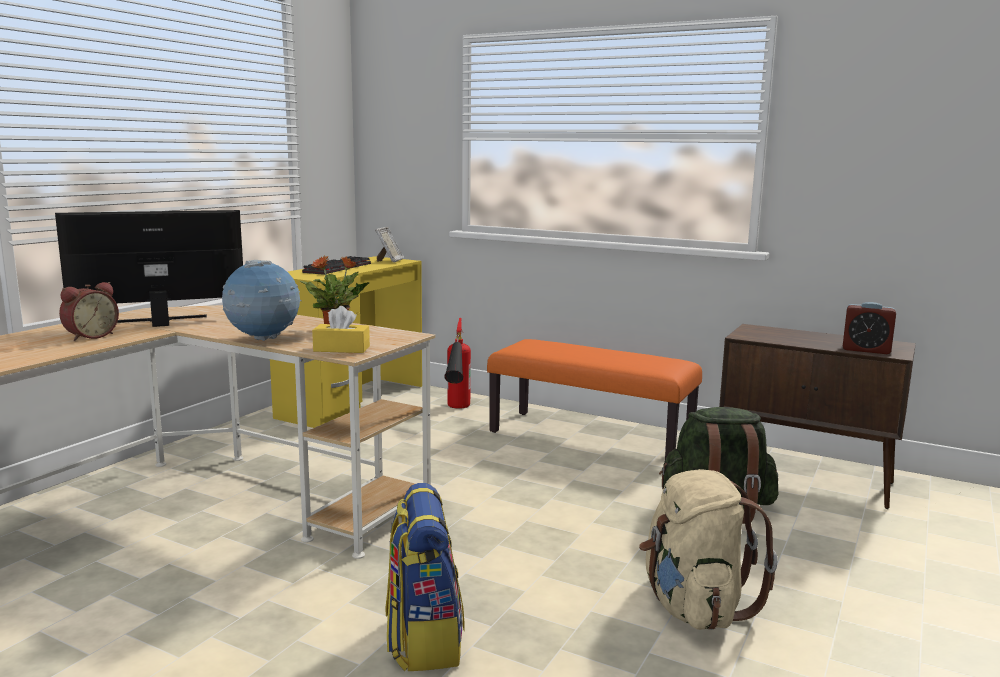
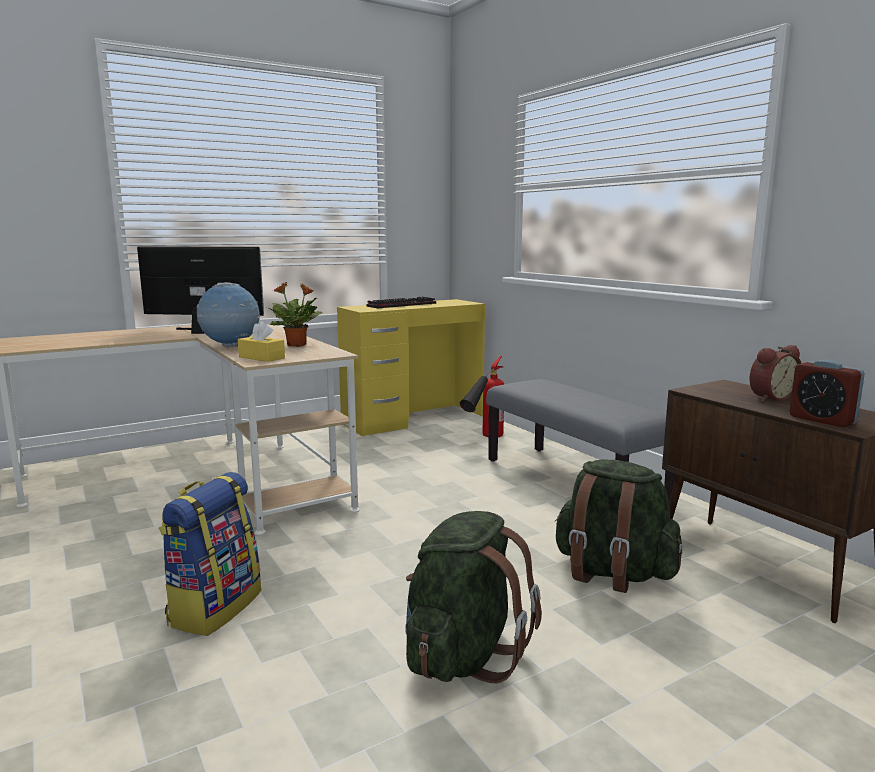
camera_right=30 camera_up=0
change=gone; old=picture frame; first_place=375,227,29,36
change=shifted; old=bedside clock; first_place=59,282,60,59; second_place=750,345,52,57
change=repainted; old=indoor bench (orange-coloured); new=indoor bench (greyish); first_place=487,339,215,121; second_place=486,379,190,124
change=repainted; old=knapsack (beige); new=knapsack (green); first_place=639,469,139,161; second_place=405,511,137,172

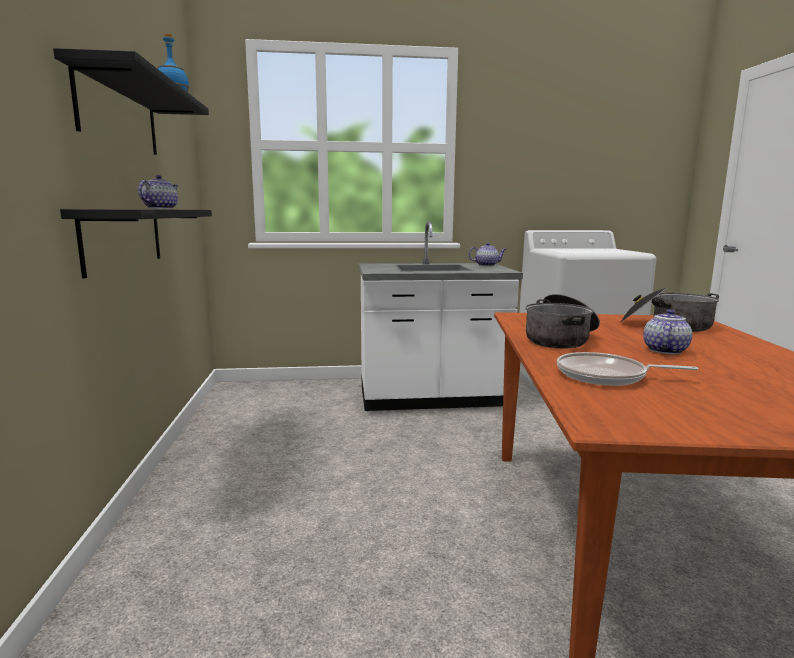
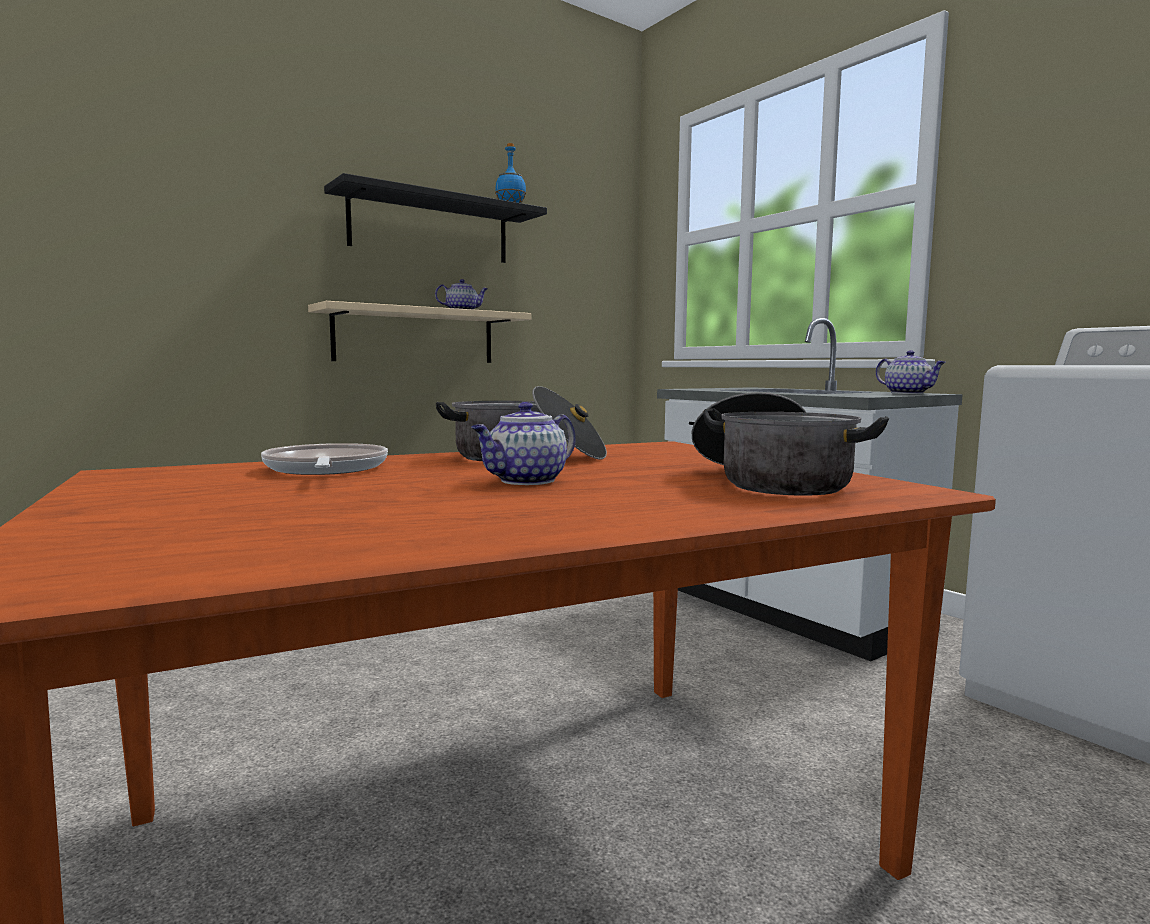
camera_right=60 camera_up=-5
change=repainted; old=shelf (black-coloured); new=shelf (beige); first_place=60,209,152,70; second_place=308,301,224,62
change=rotated; old=teapot; first_place=643,309,49,45; second_place=471,402,105,83; degrees=135

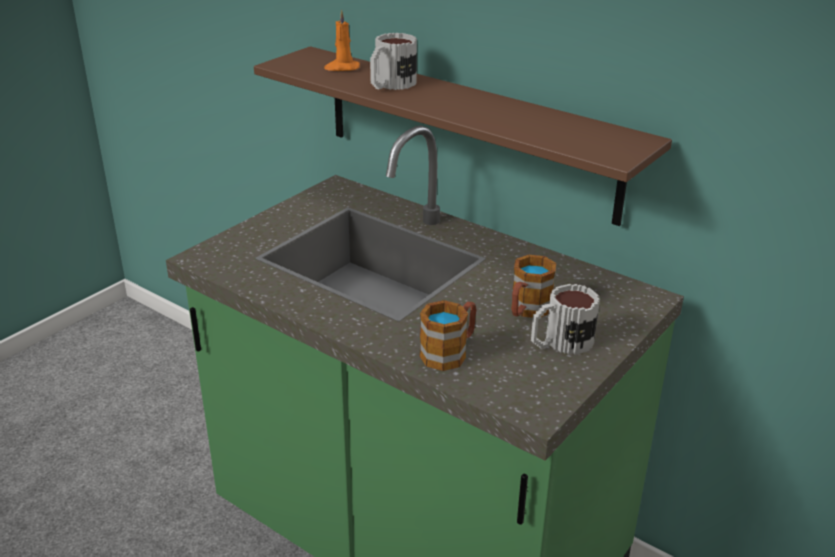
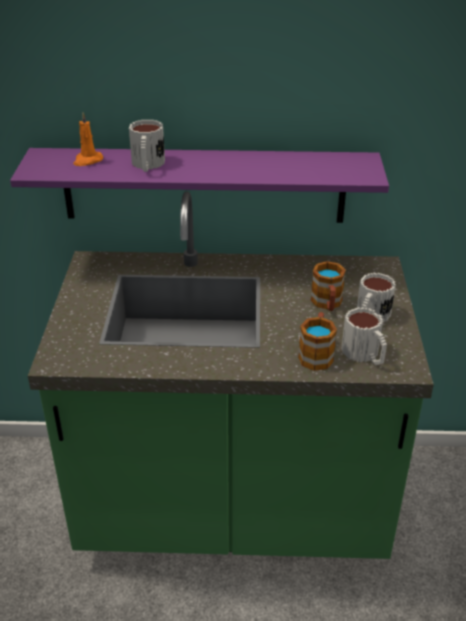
camera_right=-35 camera_up=5
change=new; new=mug; second_place=341,307,46,58
change=repainted; old=shelf (brown-coloured); new=shelf (purple); first_place=254,46,418,180; second_place=10,148,379,75

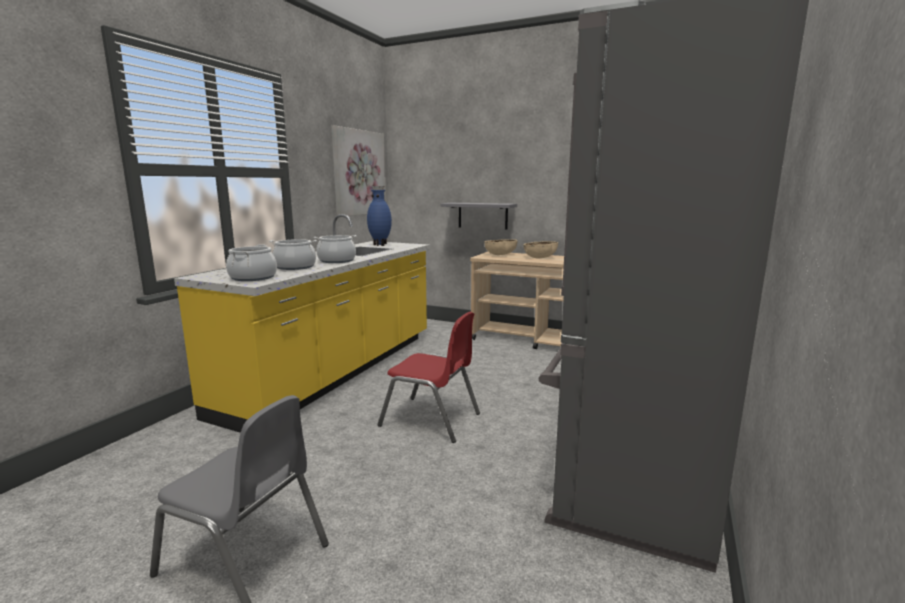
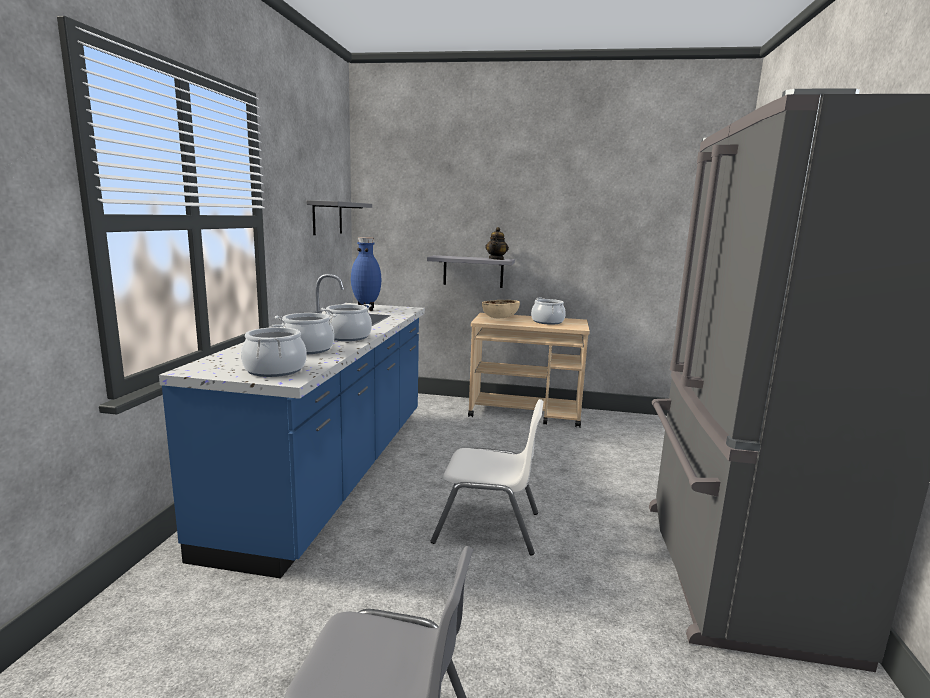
camera_right=-15 camera_up=0
change=new; new=teapot; second_place=485,227,24,33
change=swapped; old=wall art; new=shelf (greyish); first_place=332,125,54,91; second_place=307,200,65,35
change=swapped; old=bowl (beige); new=cooking pot; first_place=523,241,35,18; second_place=531,298,35,27
change=repainted; old=kitchen counter (yellow-coloured); new=kitchen counter (blue); first_place=174,214,256,219; second_place=159,274,266,305
change=repainted; old=chair (red); new=chair (white-coloured); first_place=378,312,102,131; second_place=431,399,112,156

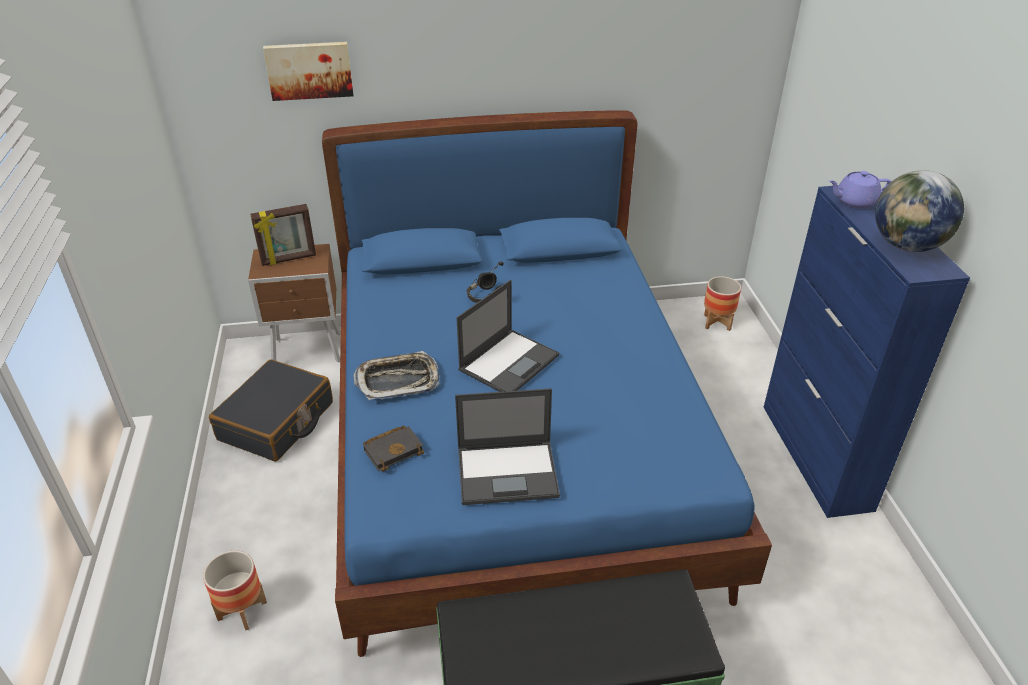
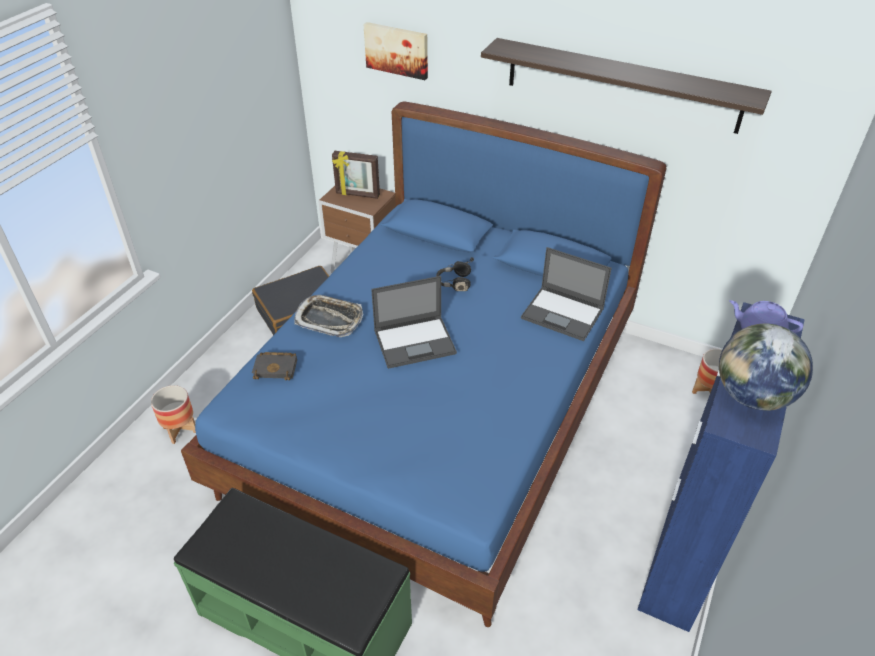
camera_right=35 camera_up=5
change=new; new=shelf; second_place=481,38,291,96
change=shifted; old=notebook computer; first_place=455,388,105,117; second_place=521,247,91,94

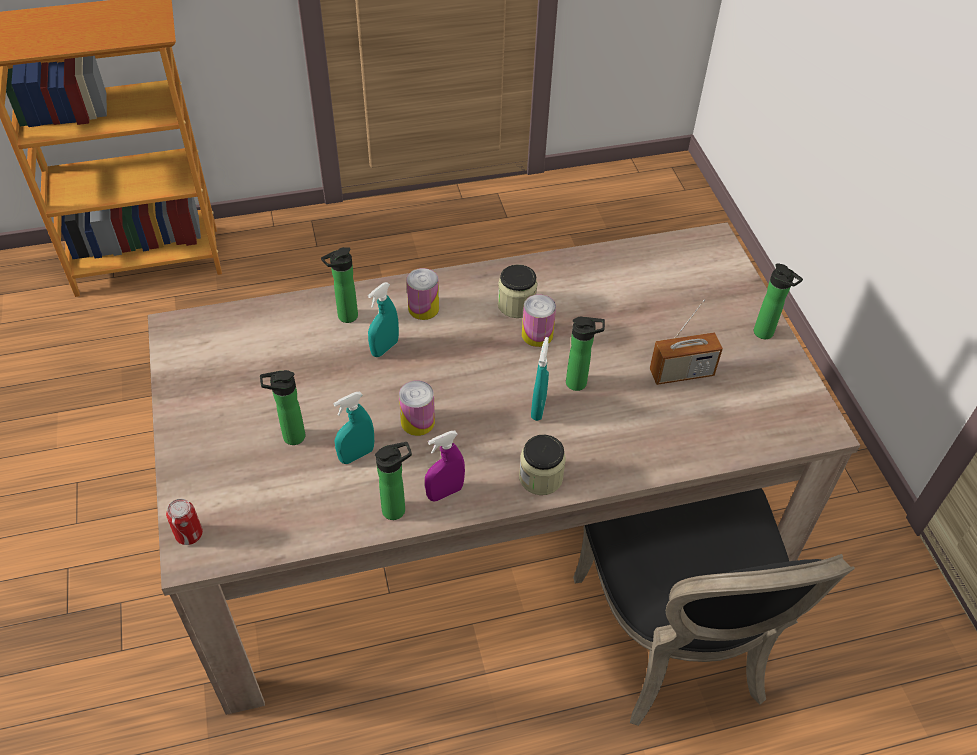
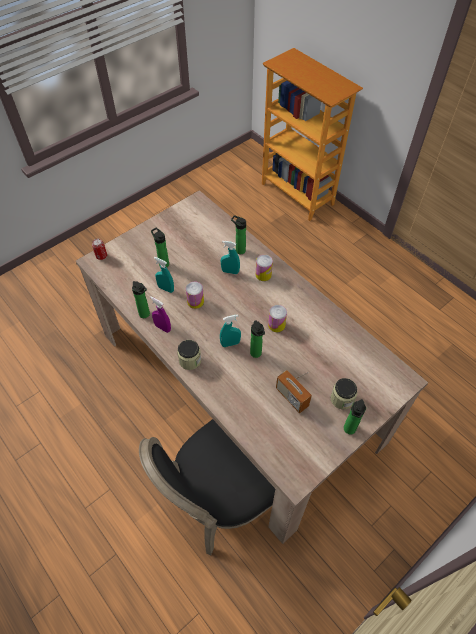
camera_right=65 camera_up=5
change=shifted; old=storage jar; first_place=498,264,40,54; second_place=331,378,26,32

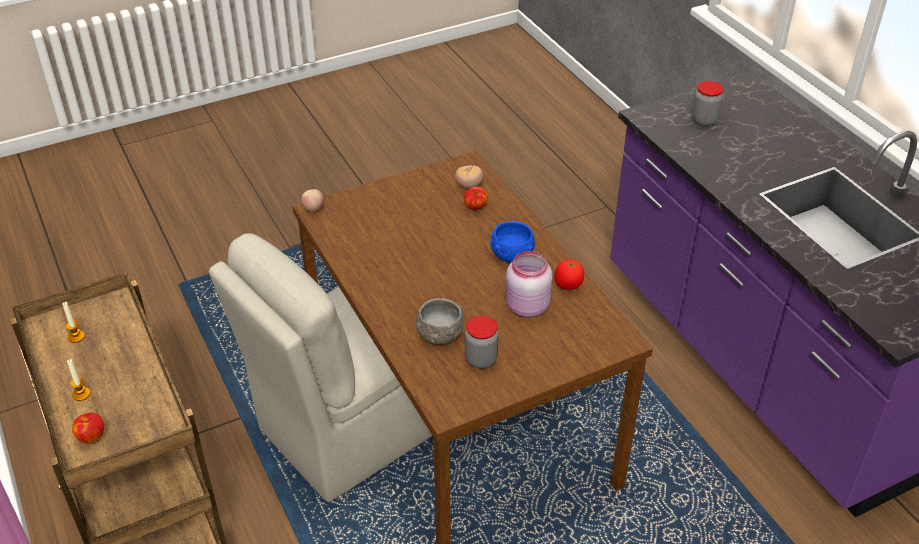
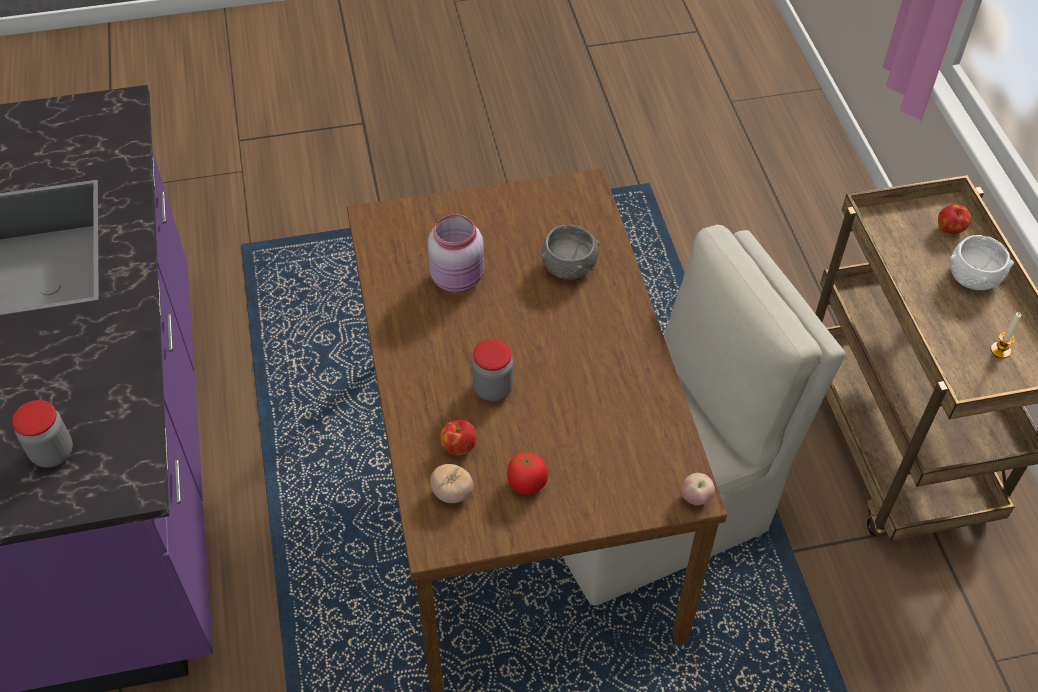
camera_right=-165 camera_up=10
change=gone; old=bowl (blue); first_place=490,221,45,42
change=shifted; old=storage jar; first_place=465,316,33,53; second_place=472,339,41,62
change=shifted; old=fresh tomato; first_place=554,259,30,31; second_place=507,451,41,44
change=swapped; old=wax candle; new=bowl (white-coloured); first_place=67,359,23,42; second_place=950,235,64,55

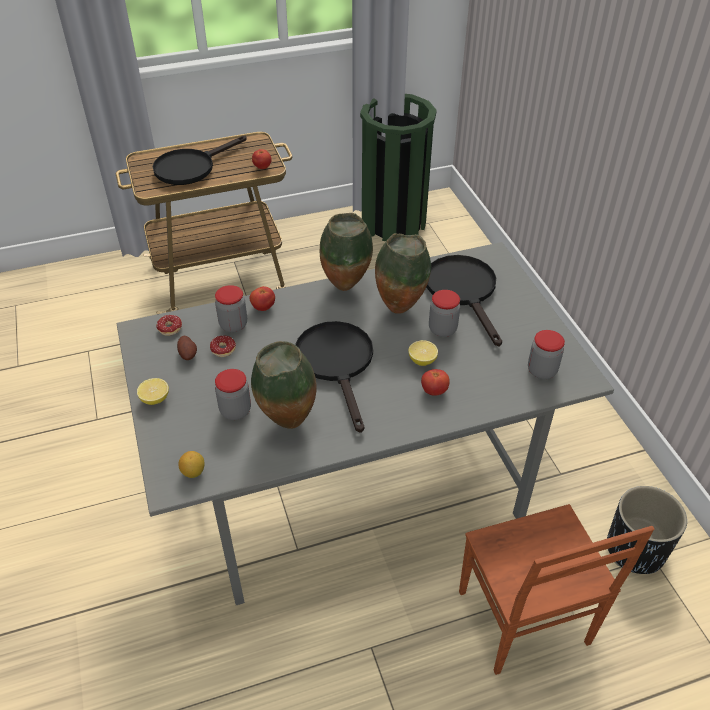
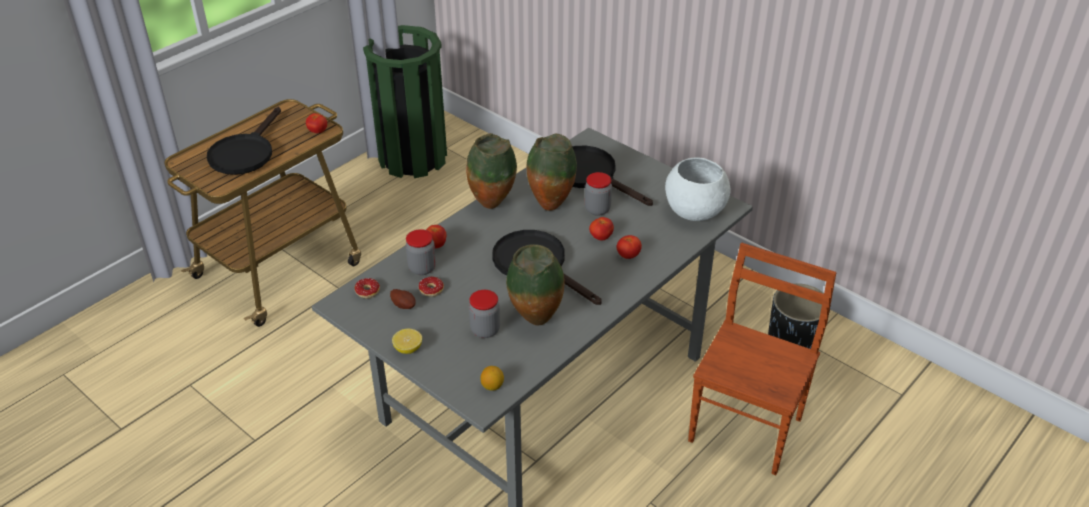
camera_right=-30 camera_up=-5
change=swapped; old=whole lemon; new=fresh tomato; first_place=408,340,30,26; second_place=589,217,25,23
change=swapped; old=storage jar; new=bowl (white-coloured); first_place=528,330,37,49; second_place=665,157,66,64
change=rotated; old=chair (brown-coloured); first_place=459,504,195,171; second_place=688,243,149,232; degrees=-105

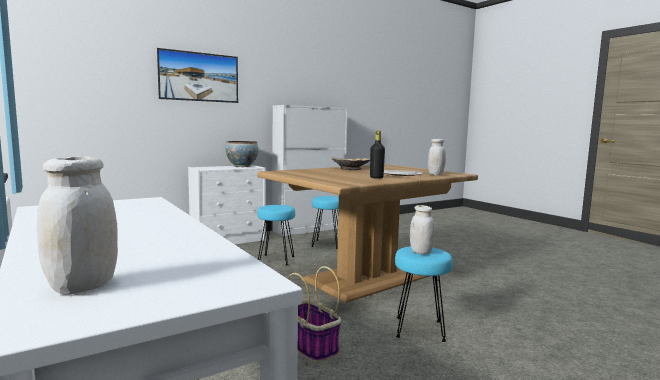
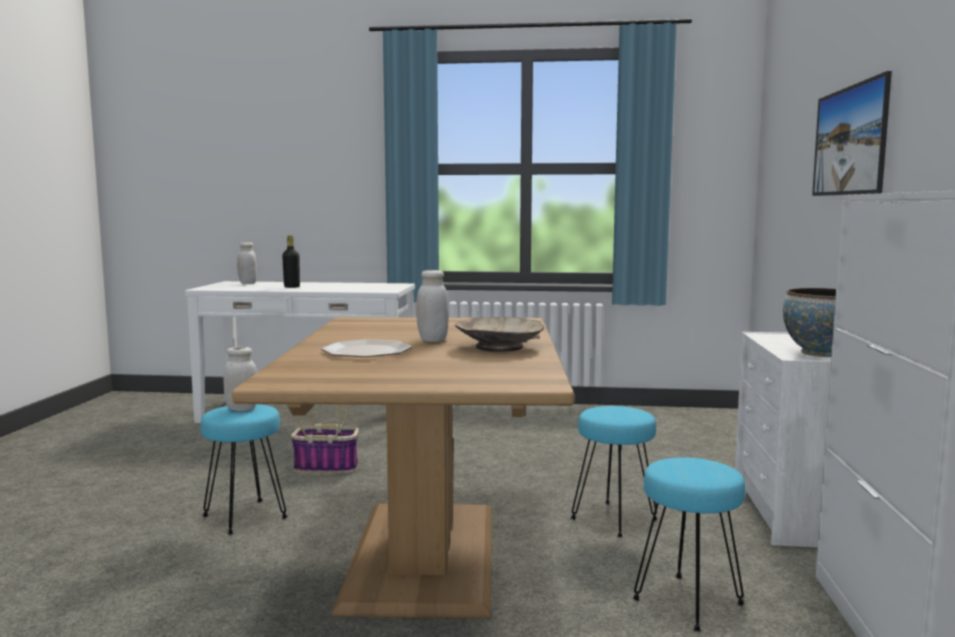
camera_right=130 camera_up=0
change=shifted; old=beverage bottle (black-coloured); first_place=370,130,15,49; second_place=282,235,18,53
change=shifted; old=storage jar (white-coloured); first_place=428,139,18,36; second_place=416,270,32,72

